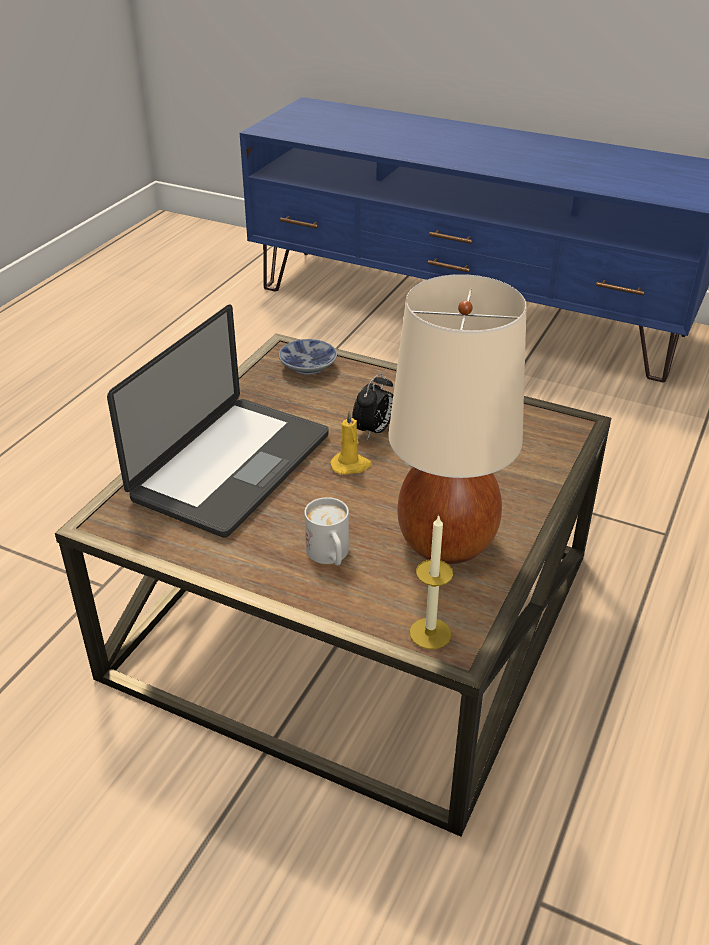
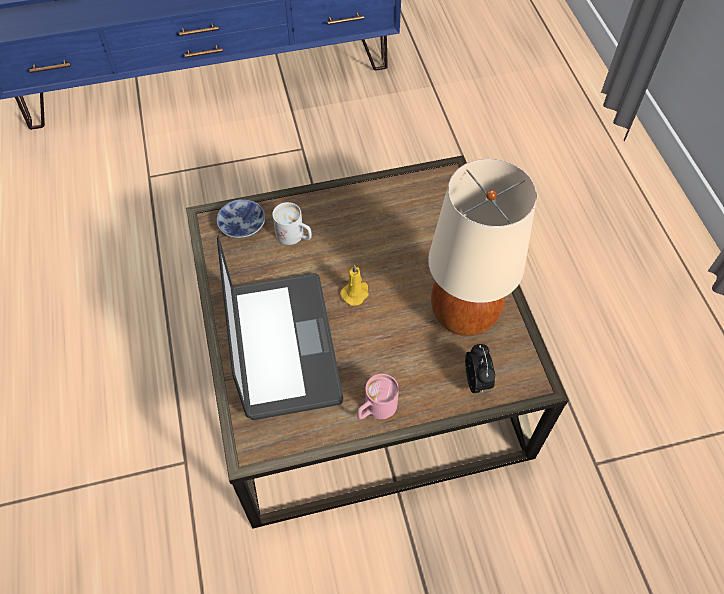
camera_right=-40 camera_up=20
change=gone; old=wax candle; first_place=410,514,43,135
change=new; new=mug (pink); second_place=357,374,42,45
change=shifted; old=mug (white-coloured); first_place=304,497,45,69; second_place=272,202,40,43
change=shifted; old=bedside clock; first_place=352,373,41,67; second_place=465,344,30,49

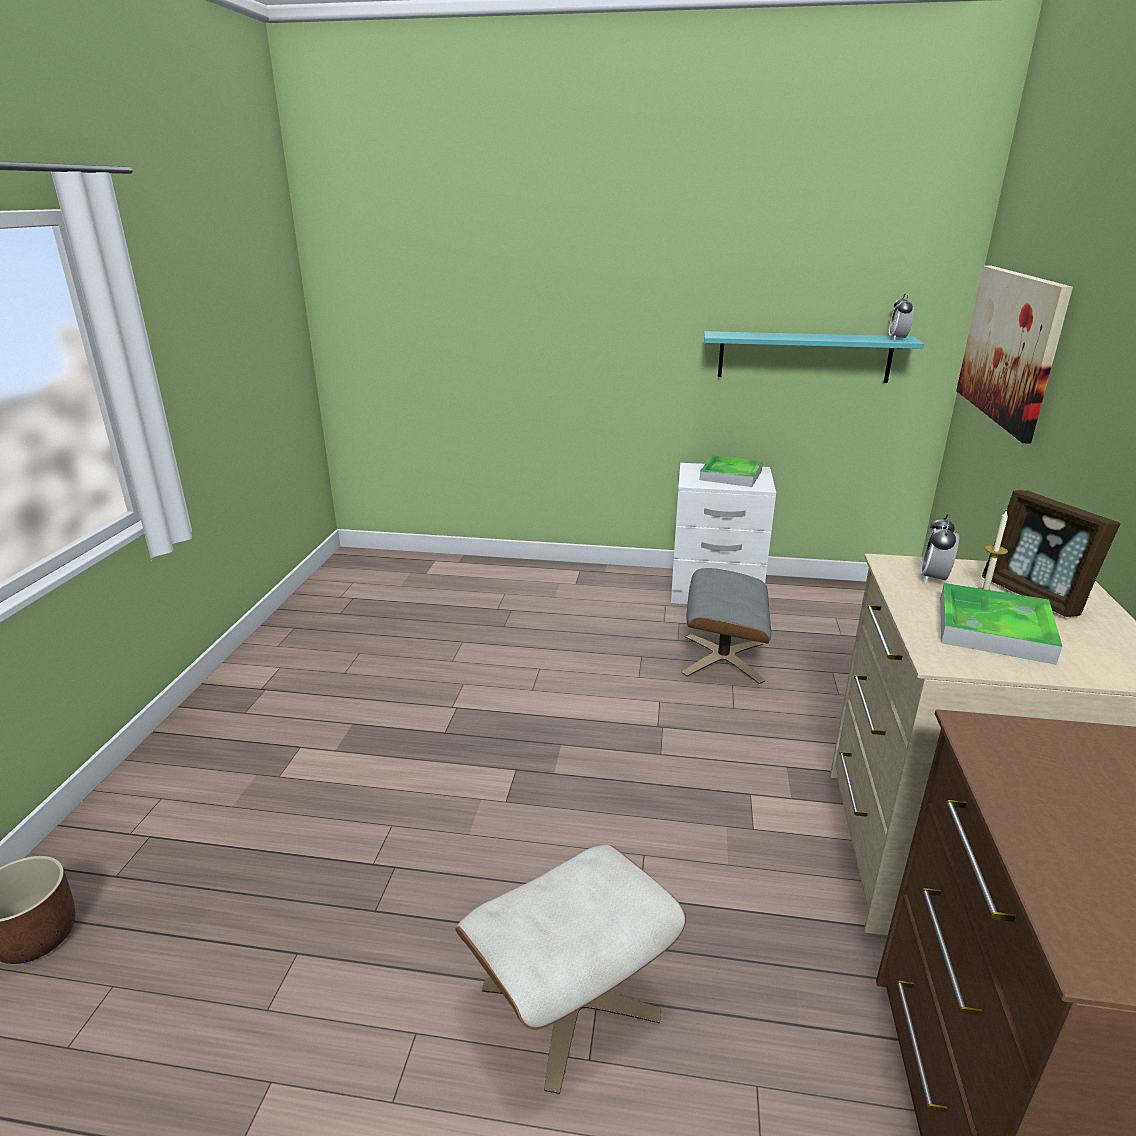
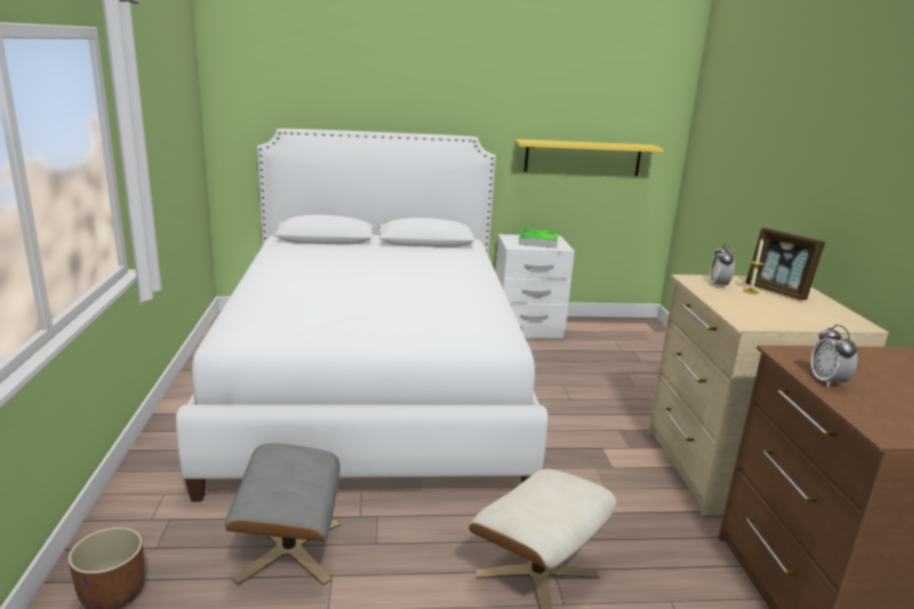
camera_right=-15 camera_up=-5
change=gone; old=tray; first_place=940,583,122,82
change=gone; old=wall art; first_place=956,265,117,179
change=new; new=sleeping bed (white-coloured); second_place=176,129,372,373
change=shifted; old=footrest (greyish); first_place=682,568,89,116; second_place=225,443,115,143
change=shifted; old=bedside clock; first_place=889,293,25,48; second_place=811,325,46,63
change=repainted; old=shelf (turquoise); new=shelf (yellow-coloured); first_place=704,331,220,52; second_place=515,139,148,37

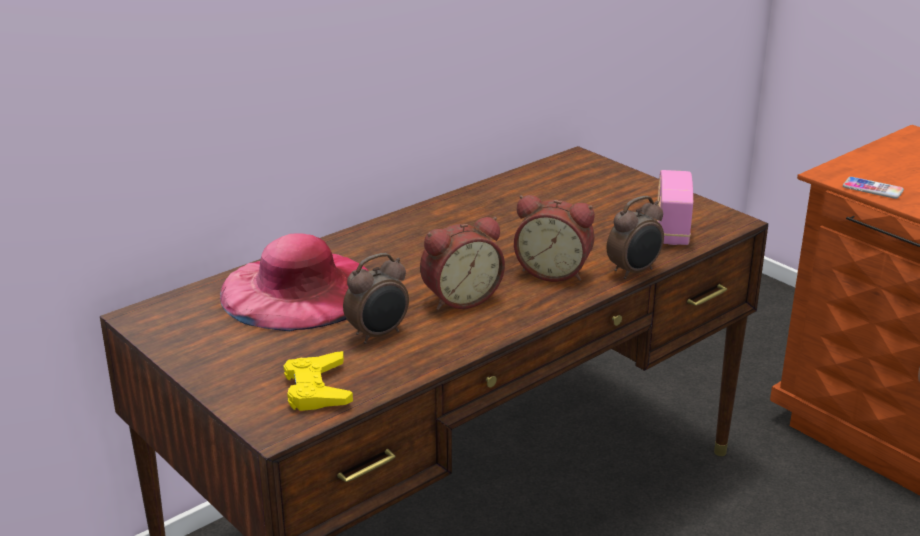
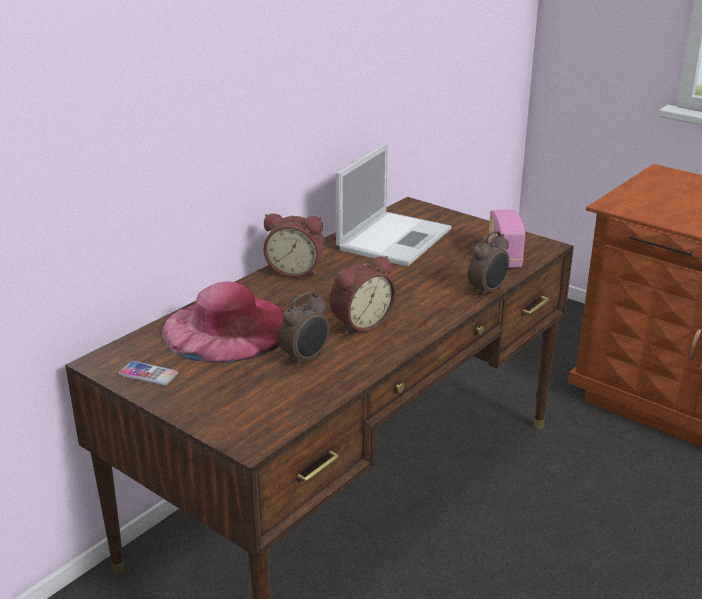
camera_right=-10 camera_up=0
change=gone; old=game controller (yellow-coloured); first_place=284,351,69,60
change=new; new=notebook computer; second_place=335,143,117,124
change=shifted; old=bedside clock; first_place=514,195,81,87; second_place=264,213,60,65
change=shifted; old=phone; first_place=843,177,61,22; second_place=118,361,60,25

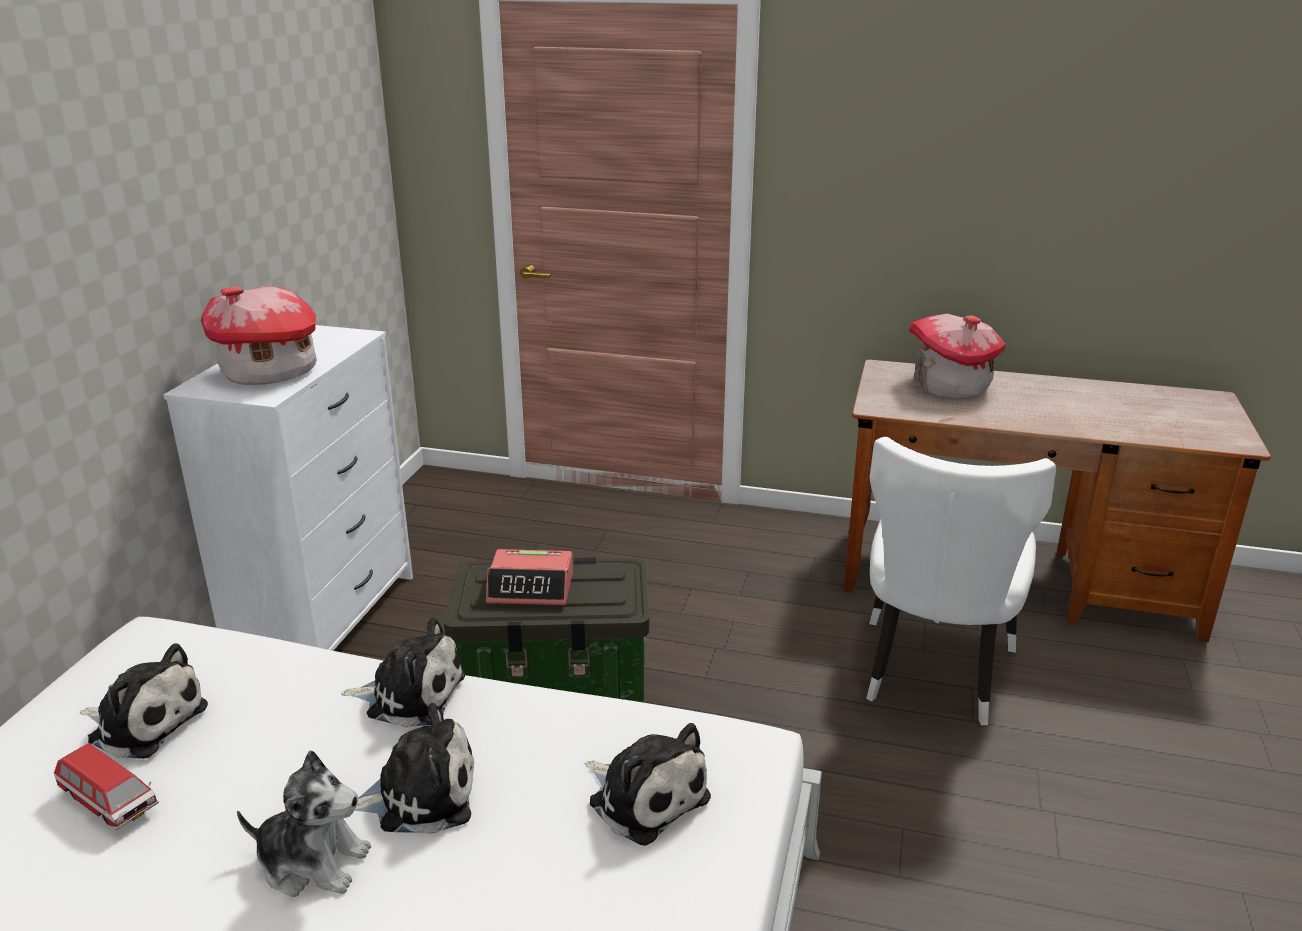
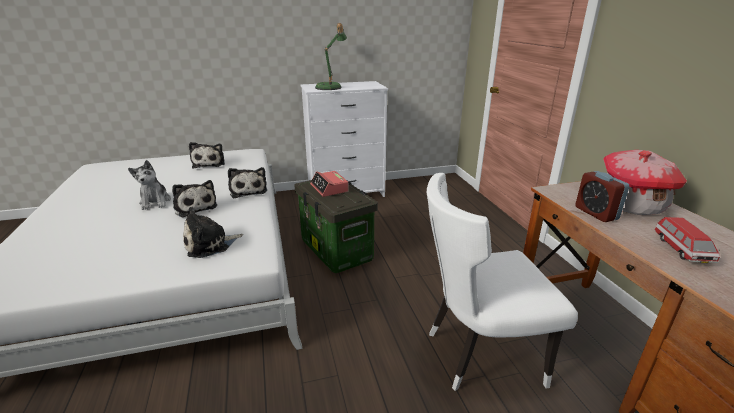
camera_right=60 camera_up=0
change=new; new=bedside clock; second_place=575,171,55,51
change=shifted; old=toy car; first_place=54,742,105,88; second_place=654,217,66,46
change=swapped; old=toy house; new=tabletop lamp; first_place=201,286,116,99; second_place=315,23,32,67
change=rotated; old=plush toy; first_place=585,723,126,123; second_place=183,207,60,51; degrees=45

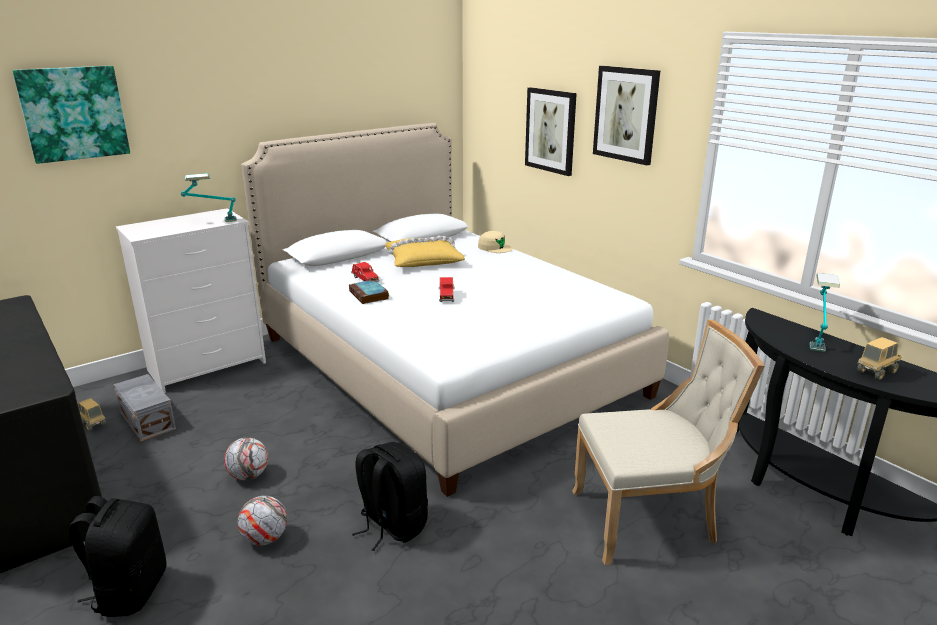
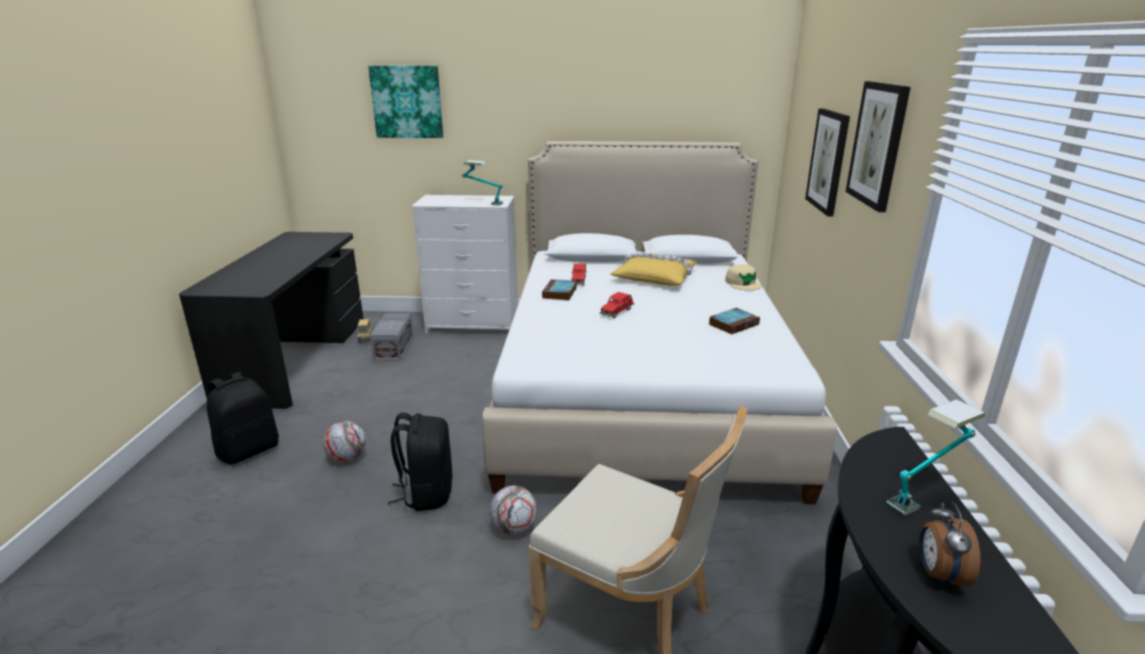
camera_right=40 camera_up=0
change=new; new=book; second_place=709,308,51,27
change=shifted; old=ball for football; first_place=224,437,44,43; second_place=490,485,47,49
change=swapped; old=toy lorry; new=bedside clock; first_place=857,337,44,43; second_place=919,501,62,87

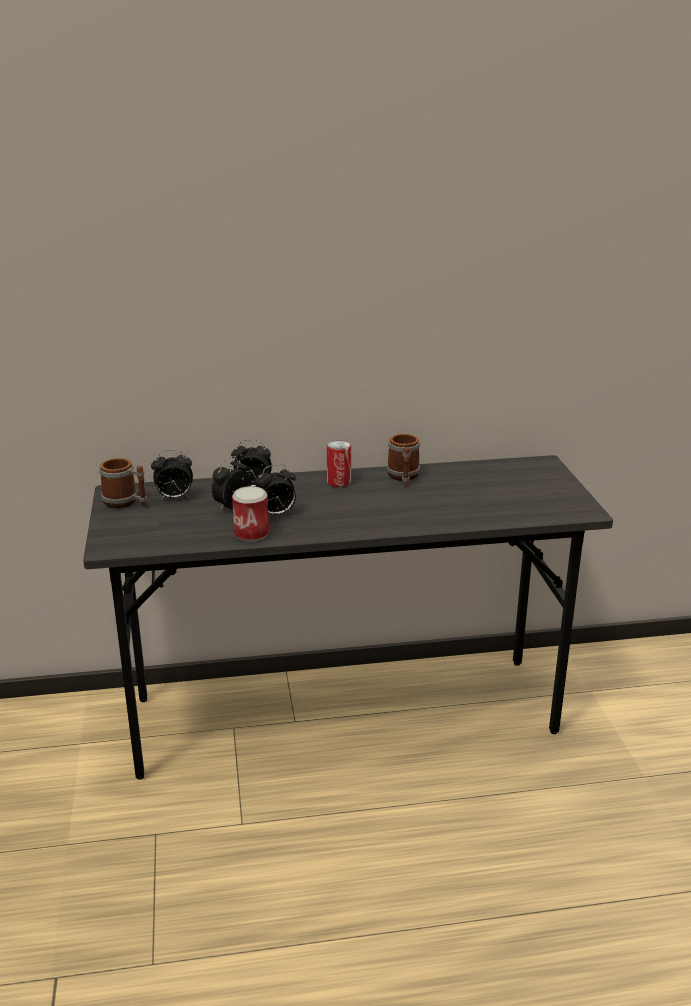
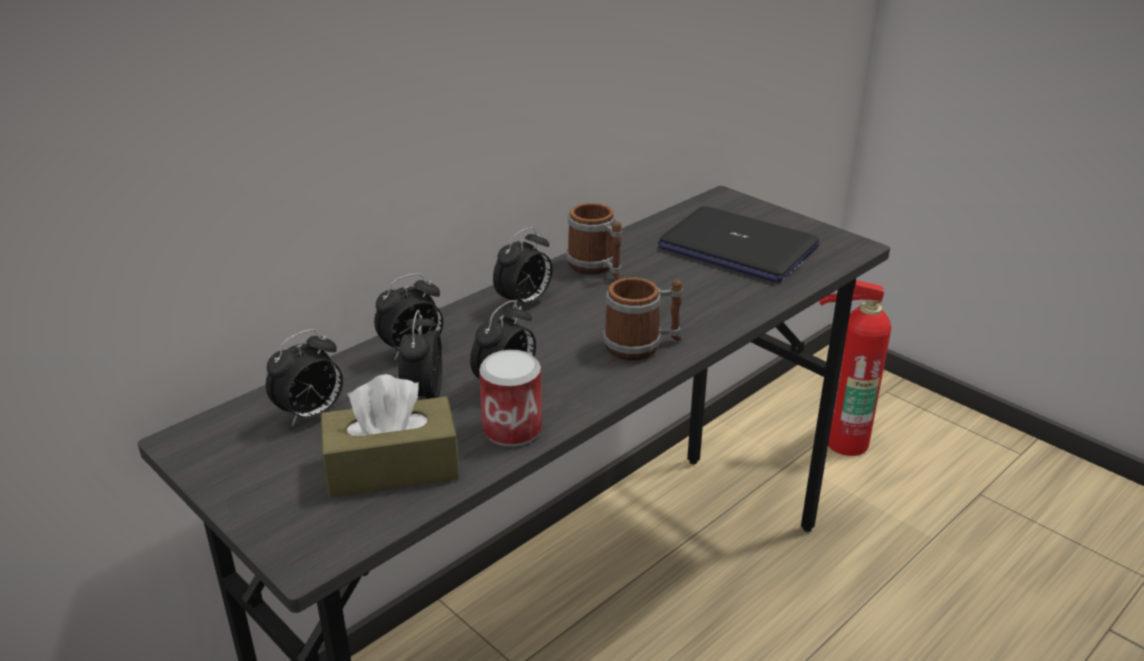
camera_right=-35 camera_up=5
change=new; new=tissue box (brown-coloured); second_place=321,374,139,124
change=new; new=notebook computer; second_place=658,206,161,77
change=new; new=fire extinguisher; second_place=819,280,72,176
change=shifted; old=mug; first_place=99,458,49,50; second_place=603,277,80,83
change=swapped; old=metal can; new=bedside clock; first_place=327,440,24,47; second_place=493,227,59,81

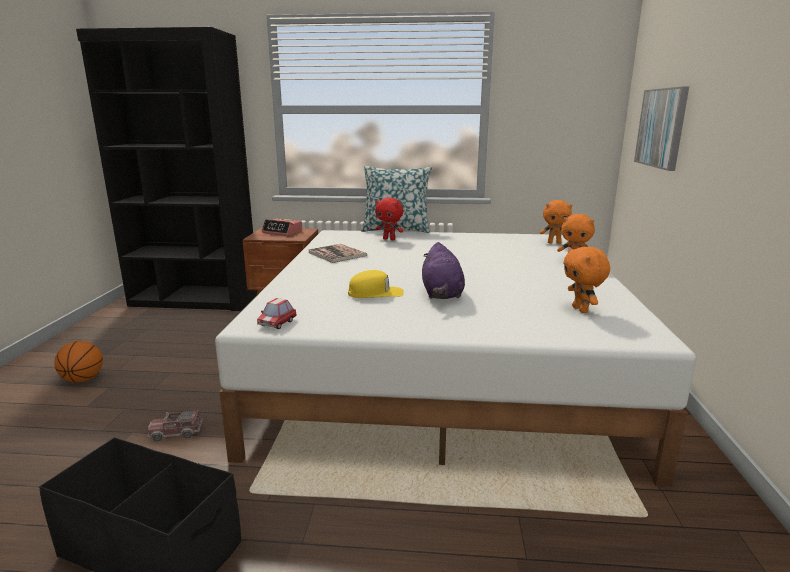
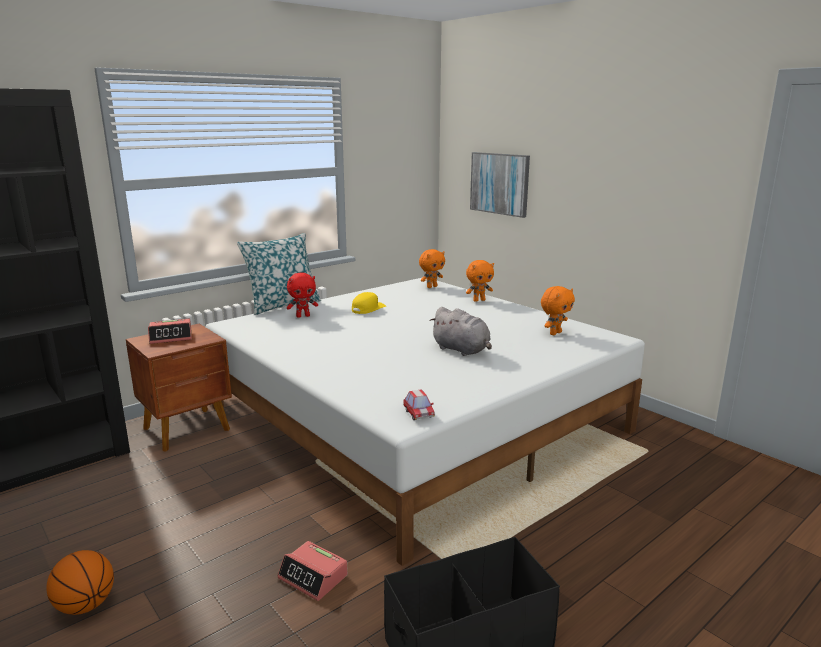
camera_right=-45 camera_up=0
change=gone; old=book; first_place=309,244,58,19
change=shifted; old=cap (yellow-coloured); first_place=348,270,56,28; second_place=352,292,34,22
change=swapped; old=toy lorry; new=bedside clock; first_place=147,409,56,32; second_place=277,541,71,60
change=repainted; old=plush toy (purple); new=plush toy (greyish); first_place=422,242,43,57; second_place=429,307,63,49
change=rotated; old=plush toy (orange-coloured); first_place=563,246,47,67; second_place=541,286,34,49; degrees=-75

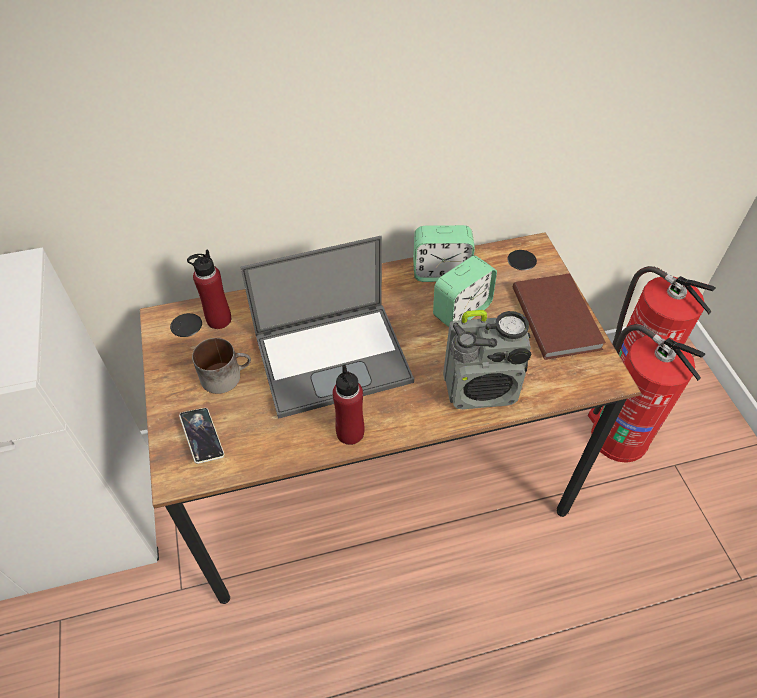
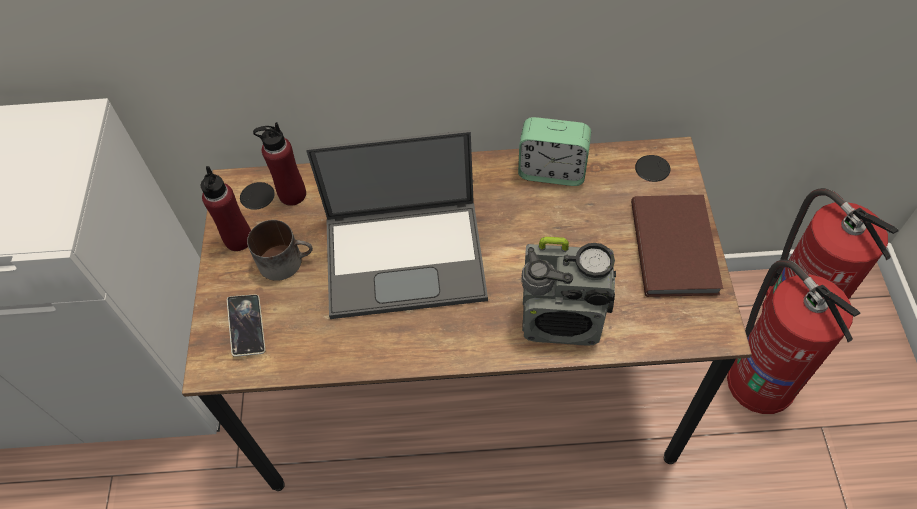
camera_right=15 camera_up=5
change=gone; old=bedside clock; first_place=433,256,64,71
change=shifted; old=beverage bottle (red); first_place=333,365,31,80; second_place=201,166,50,85

